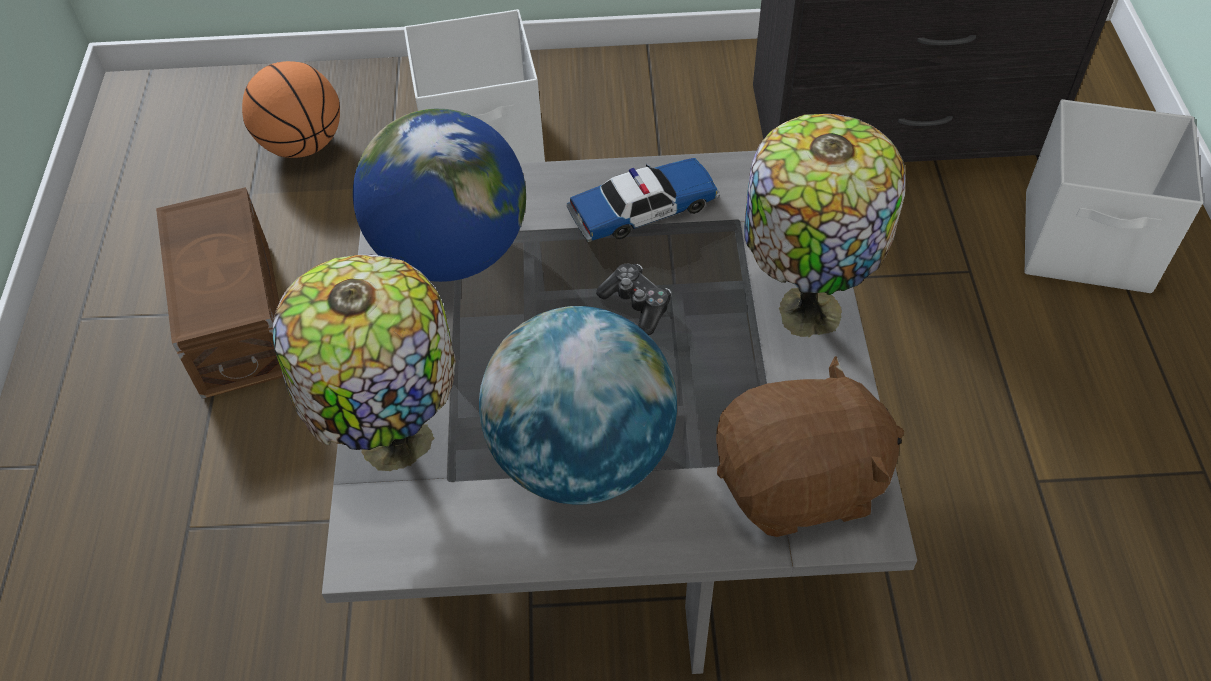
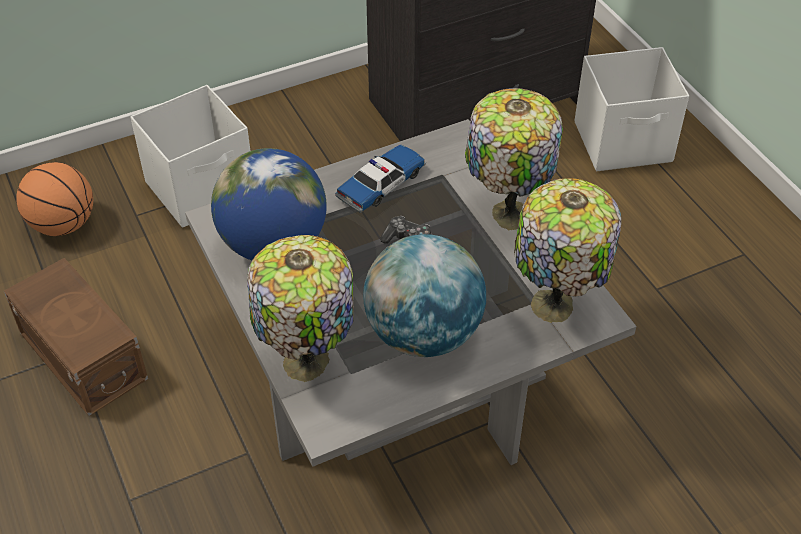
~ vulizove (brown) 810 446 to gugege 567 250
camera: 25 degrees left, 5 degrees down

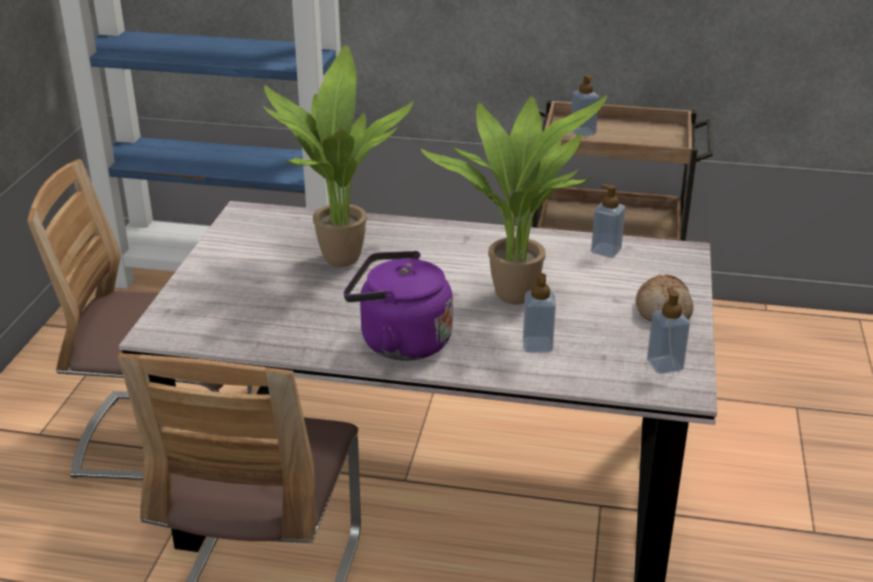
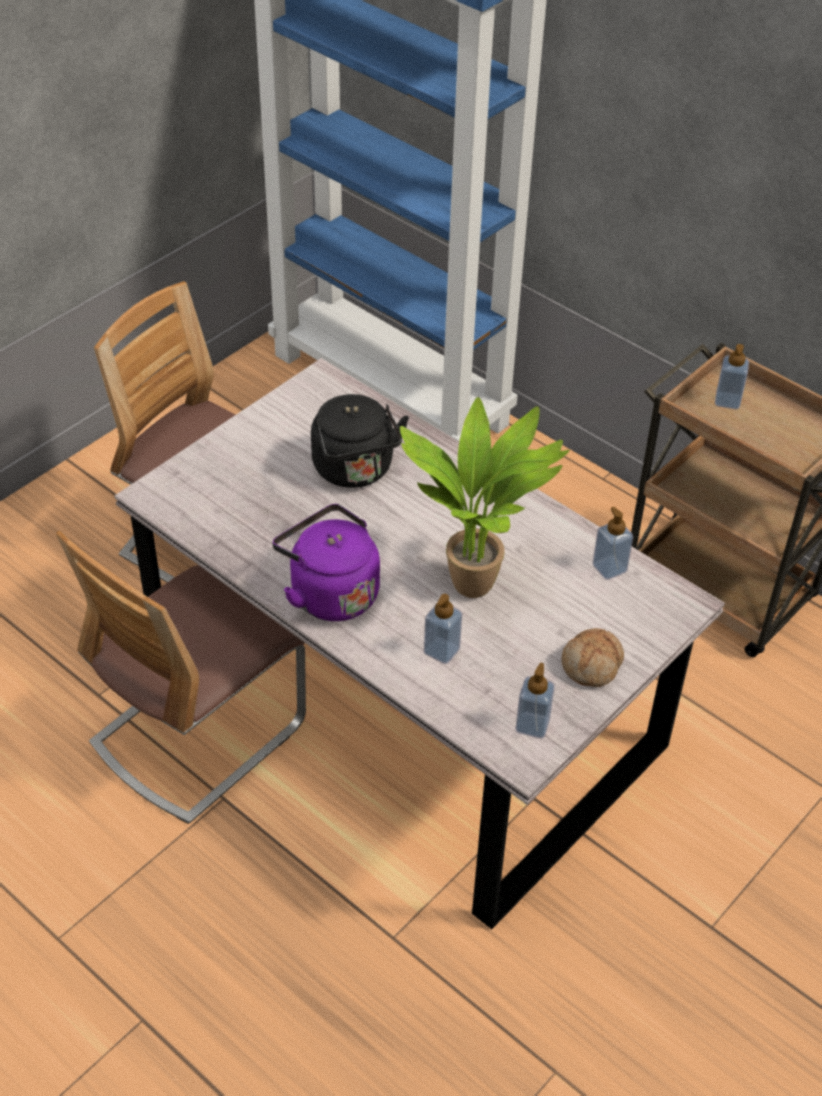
~ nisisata 338 156 to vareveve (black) 360 441
camera: 30 degrees right, 15 degrees up

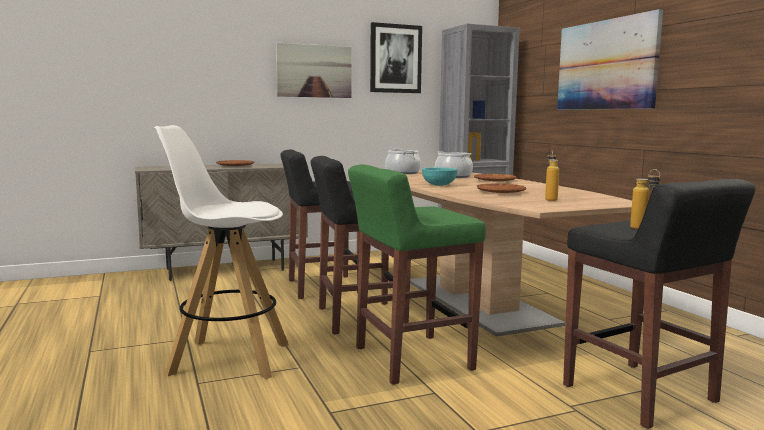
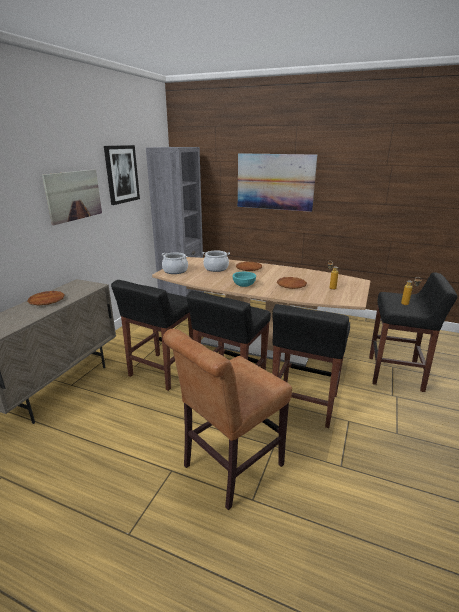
~ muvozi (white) 221 252 to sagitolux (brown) 227 419
~ muvozi (green) 417 274 to muvozi (black) 311 366
camera: 45 degrees left, 15 degrees up

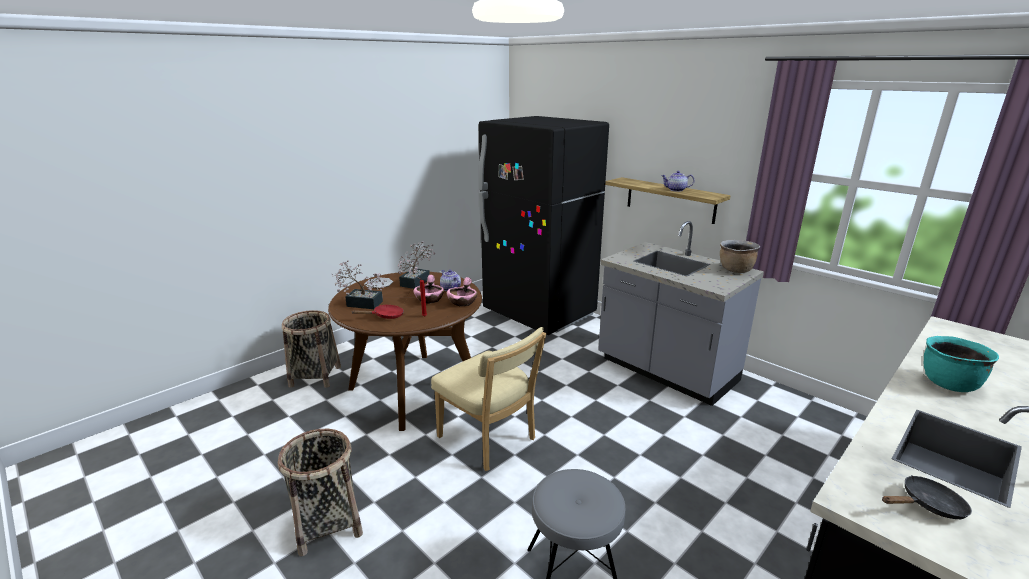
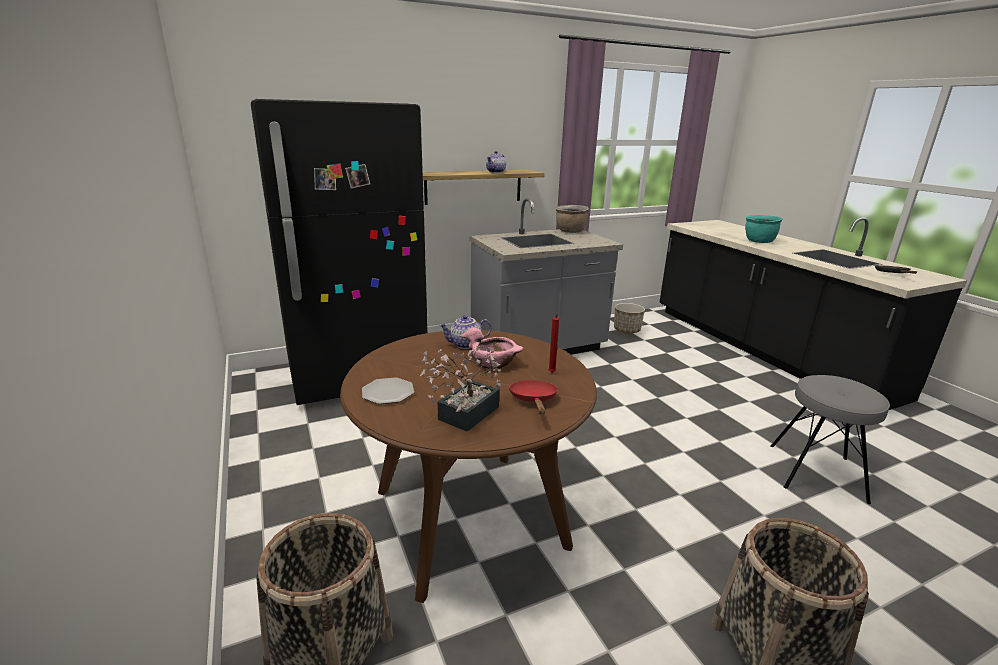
- nisisata 416 265
- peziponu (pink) 462 292
- sagitolux (beige) 488 399
+ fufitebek 629 318
camera: 70 degrees left, 0 degrees up

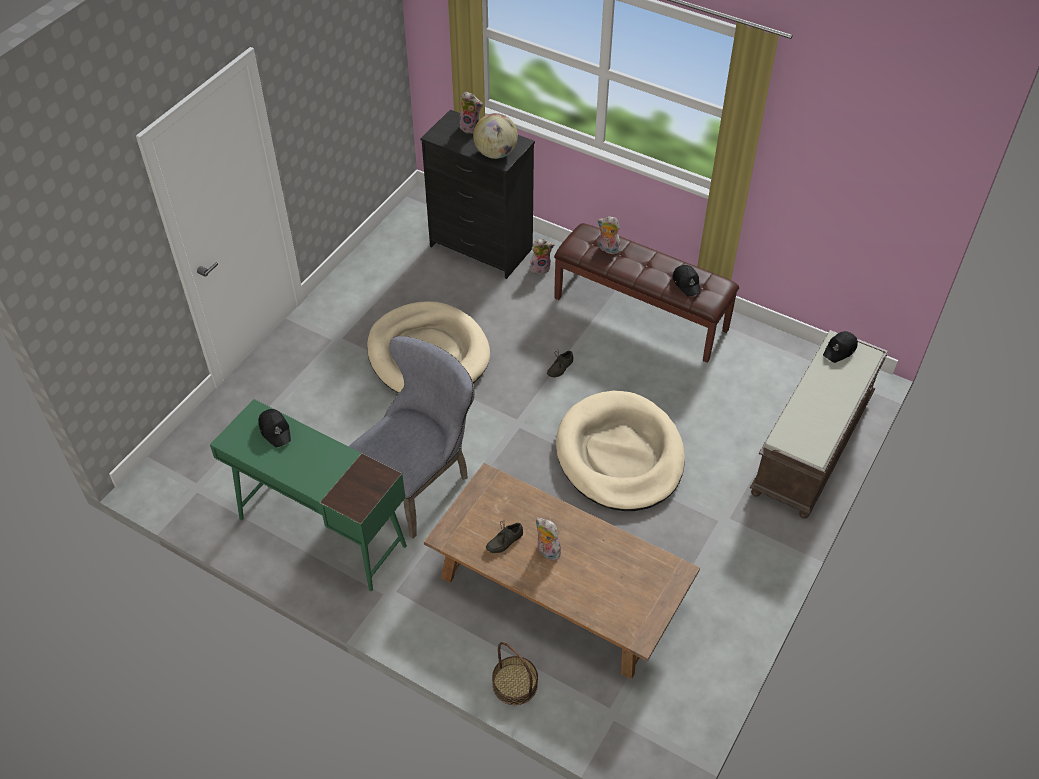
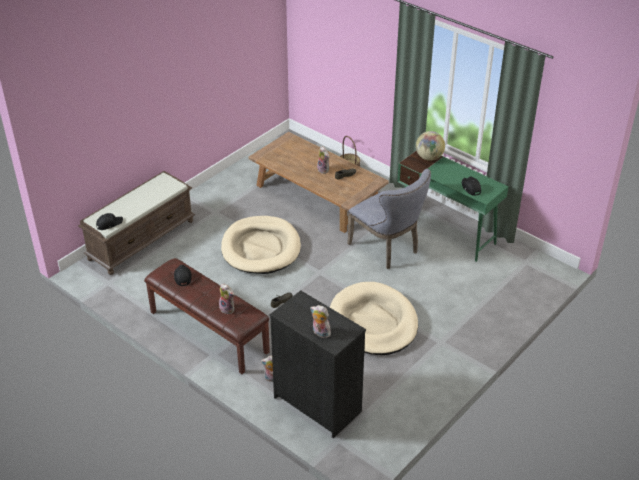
~ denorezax 495 136 to 430 146
~ sagitolux (grey) 412 437 = 389 219 90 degrees counterclockwise
camera: 170 degrees left, 10 degrees down

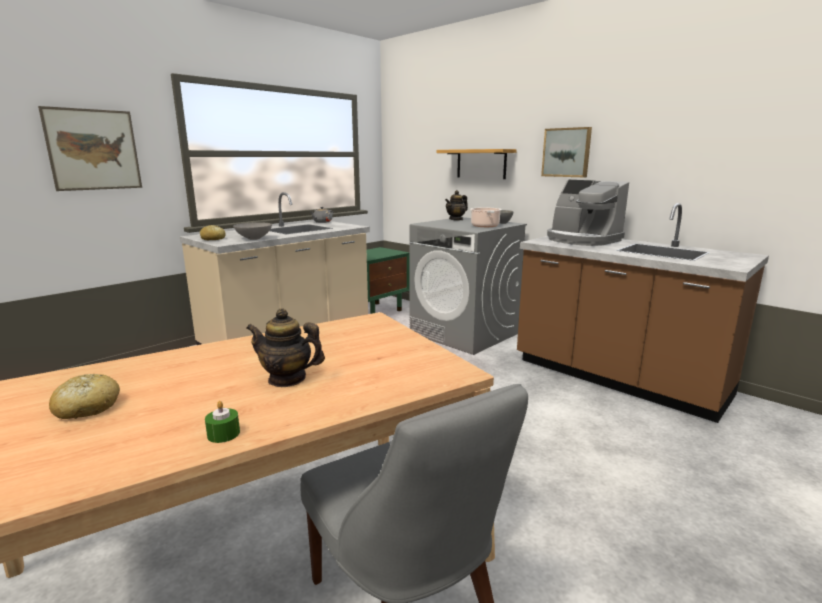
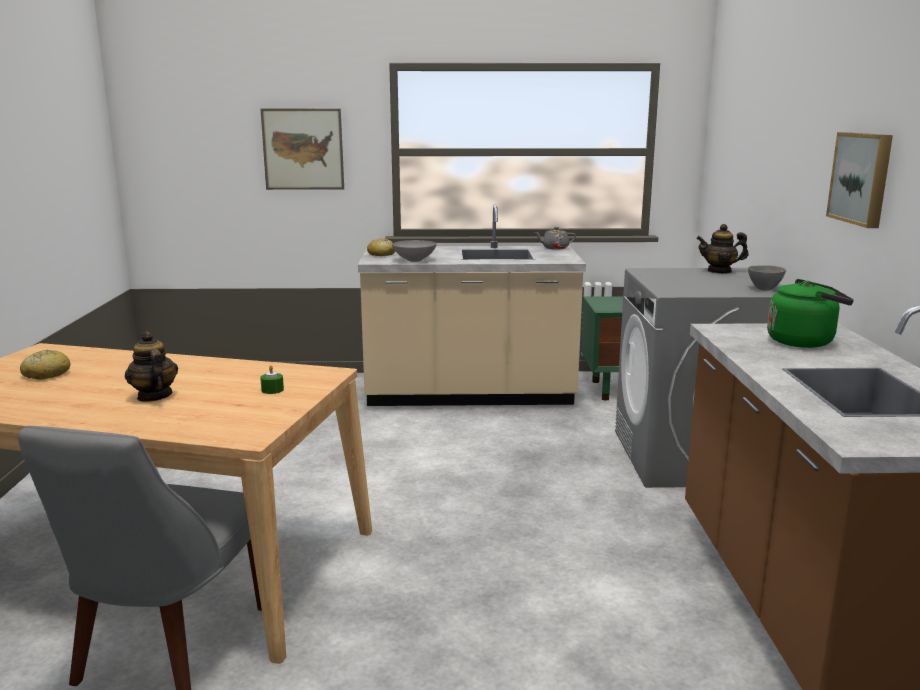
- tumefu 477 164
~ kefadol 588 213 to vareveve (green) 810 313
- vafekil 486 217
~ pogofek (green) 222 422 to 272 379
camera: 45 degrees right, 0 degrees up

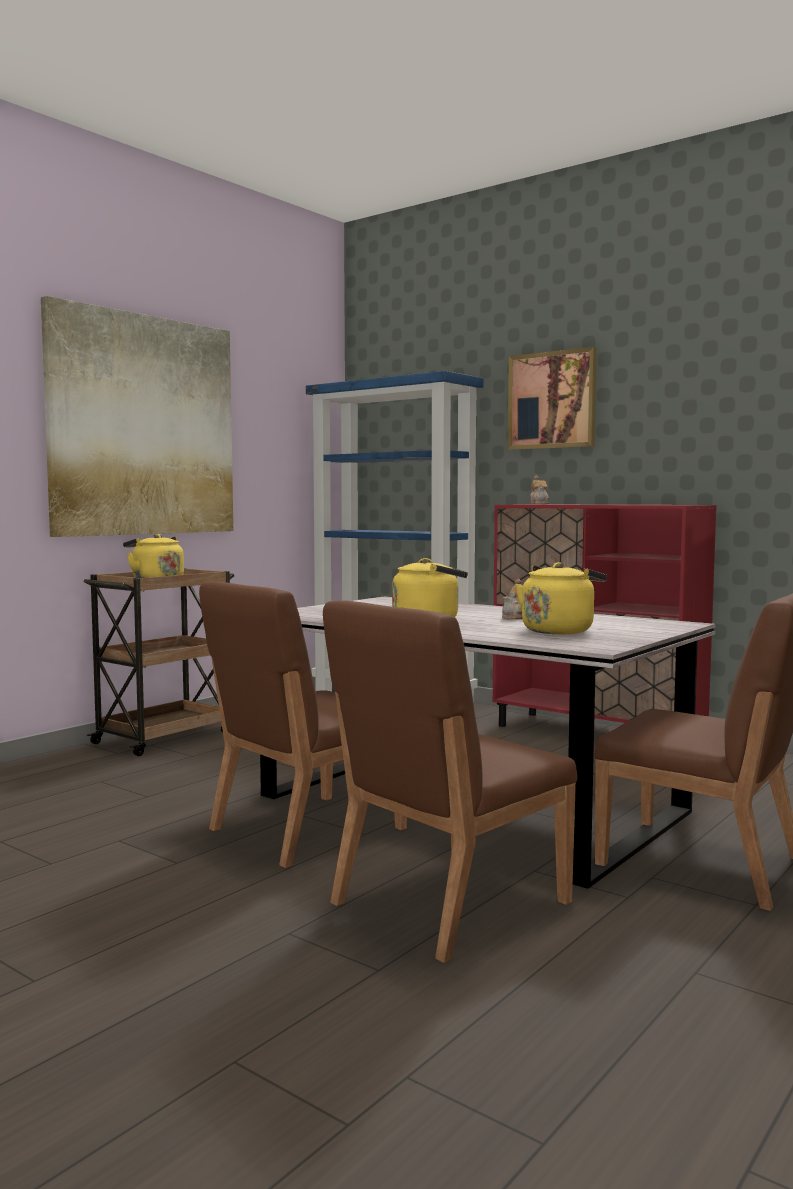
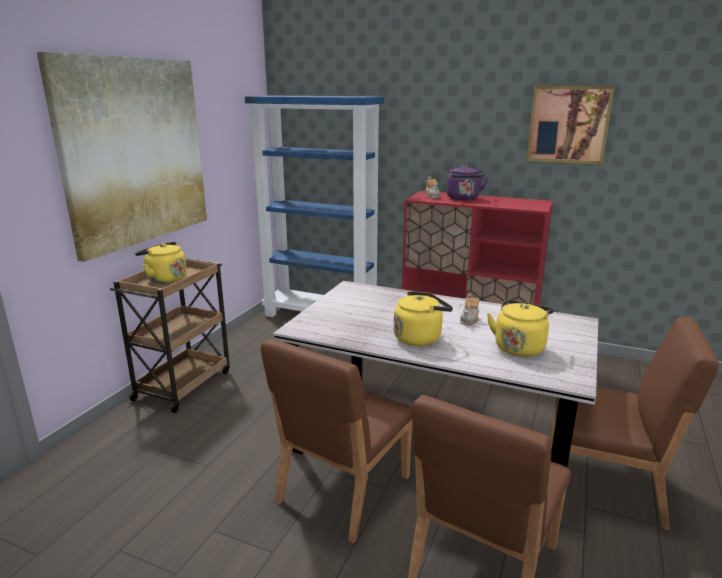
~ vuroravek 552 398 to 570 125
+ vareveve (purple) 467 182
camera: 15 degrees left, 15 degrees up

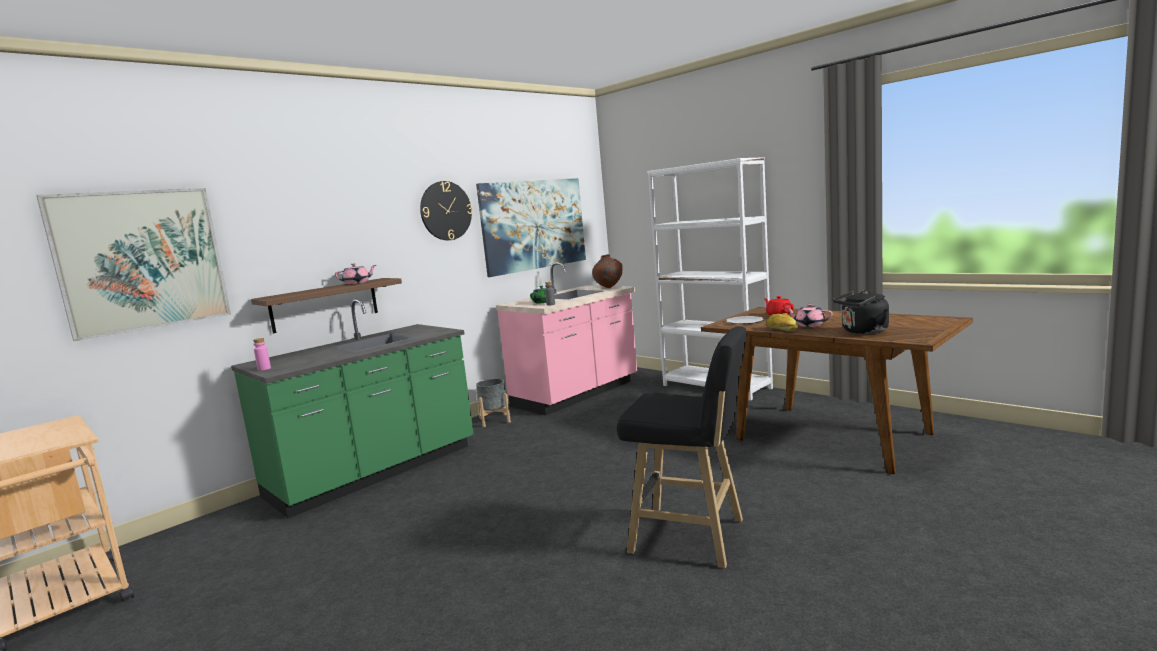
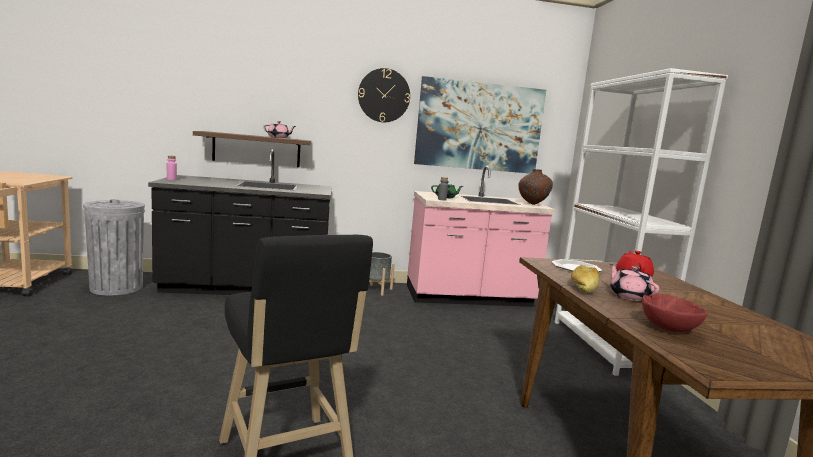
- vuroravek 133 264
~ vareveve (black) 861 312 to peziponu (red) 675 313
~ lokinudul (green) 352 408 to lokinudul (black) 240 222
+ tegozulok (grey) 114 247
camera: 35 degrees right, 0 degrees up

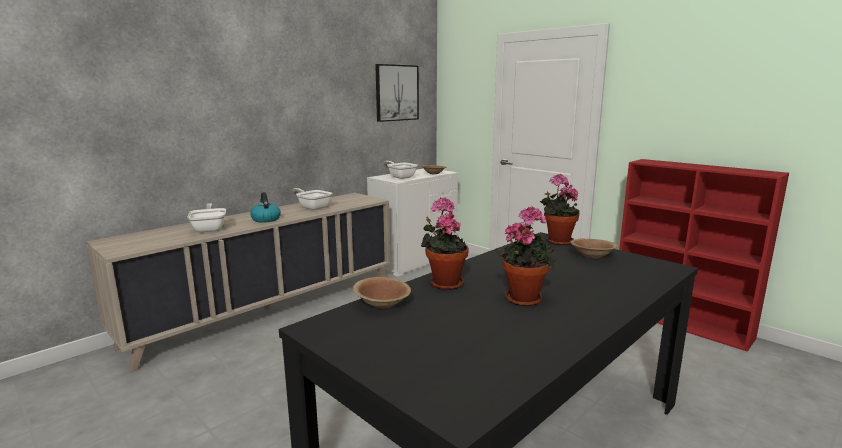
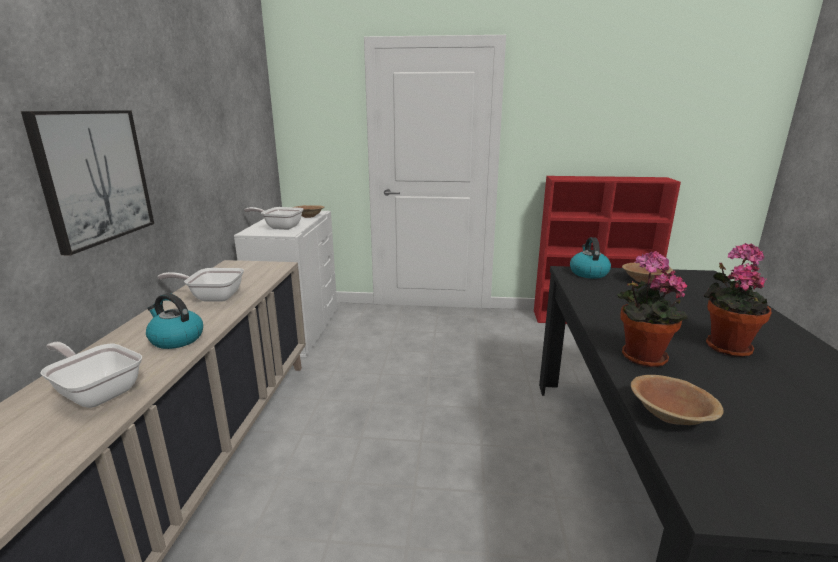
~ vuroravek 397 93 to 87 183
~ nisisata 560 210 to vareveve 590 258
camera: 40 degrees left, 5 degrees up

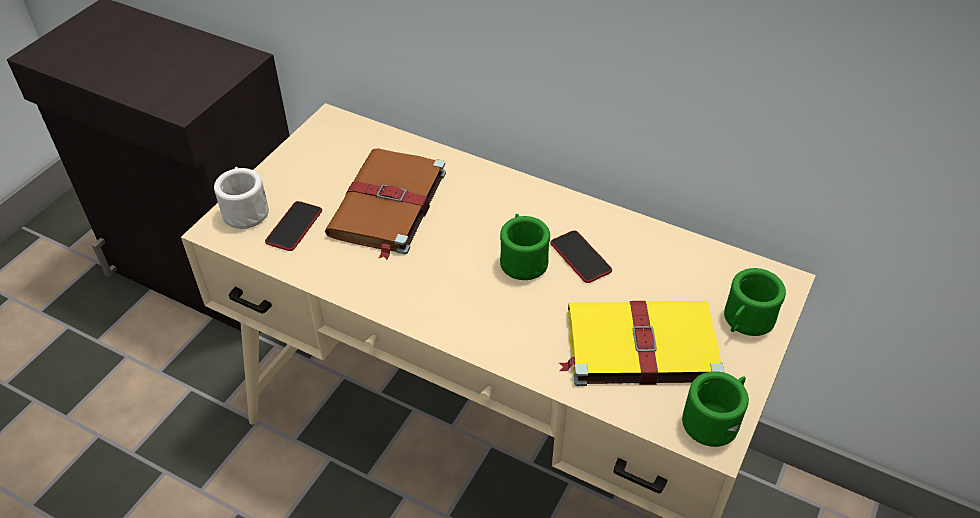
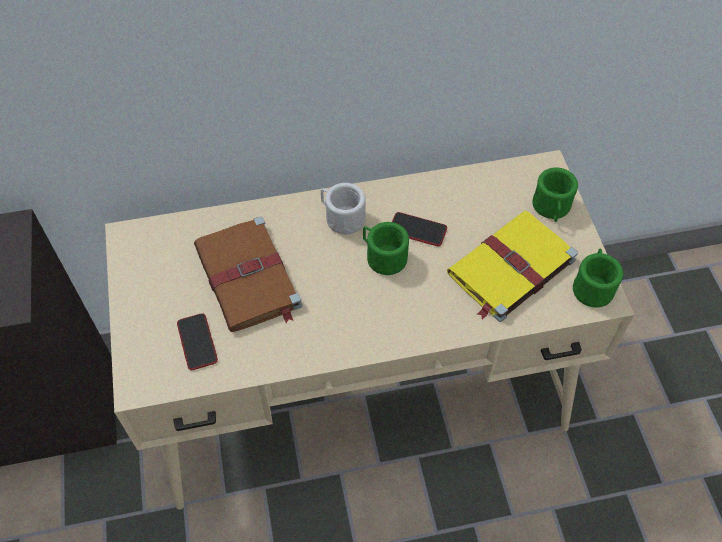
~ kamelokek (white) 241 198 to 343 209
camera: 40 degrees left, 10 degrees up

